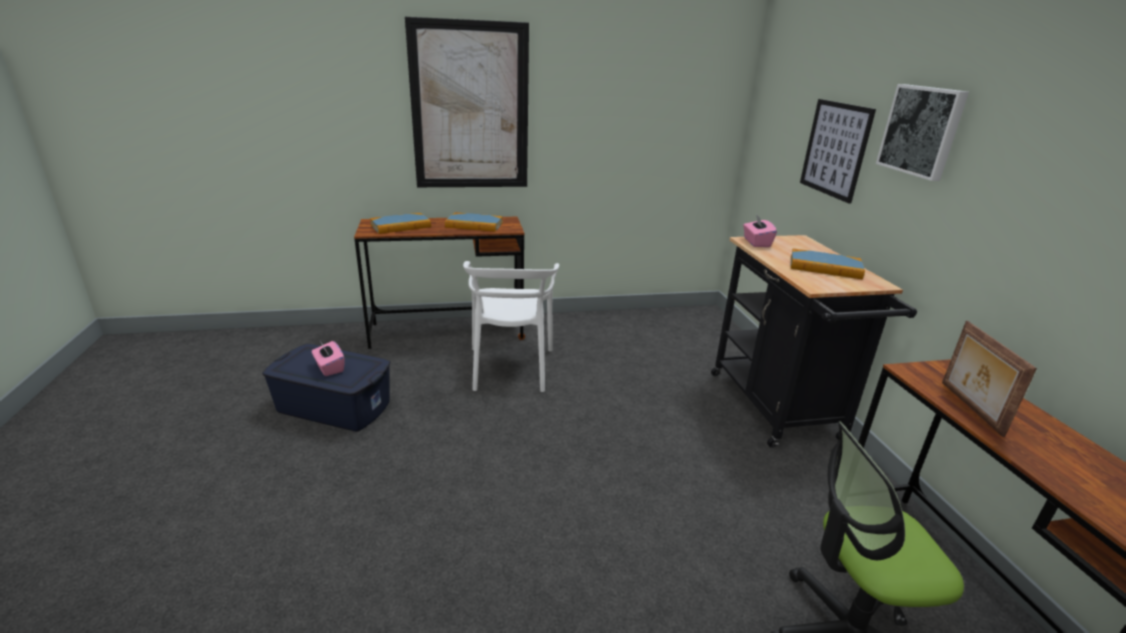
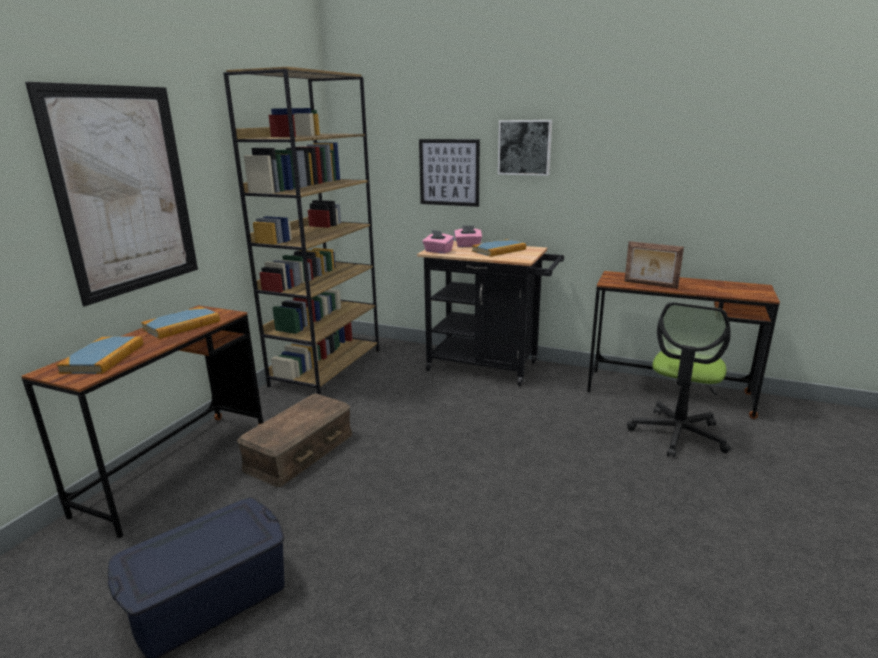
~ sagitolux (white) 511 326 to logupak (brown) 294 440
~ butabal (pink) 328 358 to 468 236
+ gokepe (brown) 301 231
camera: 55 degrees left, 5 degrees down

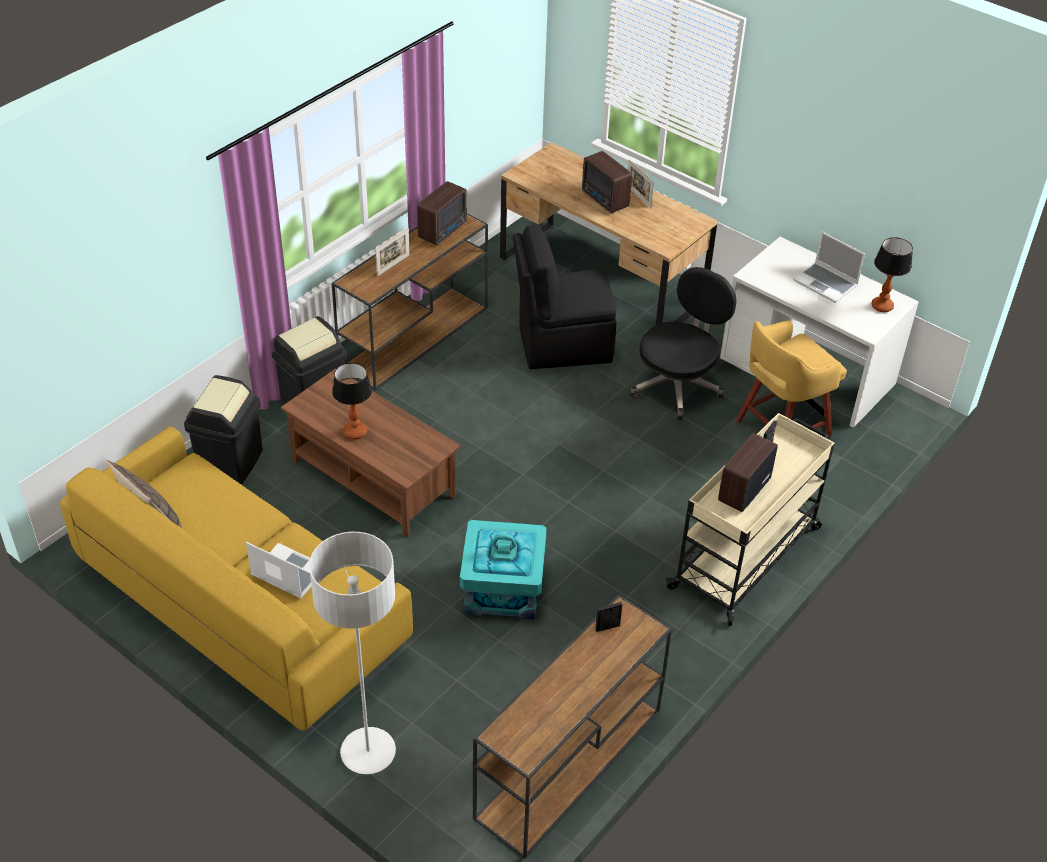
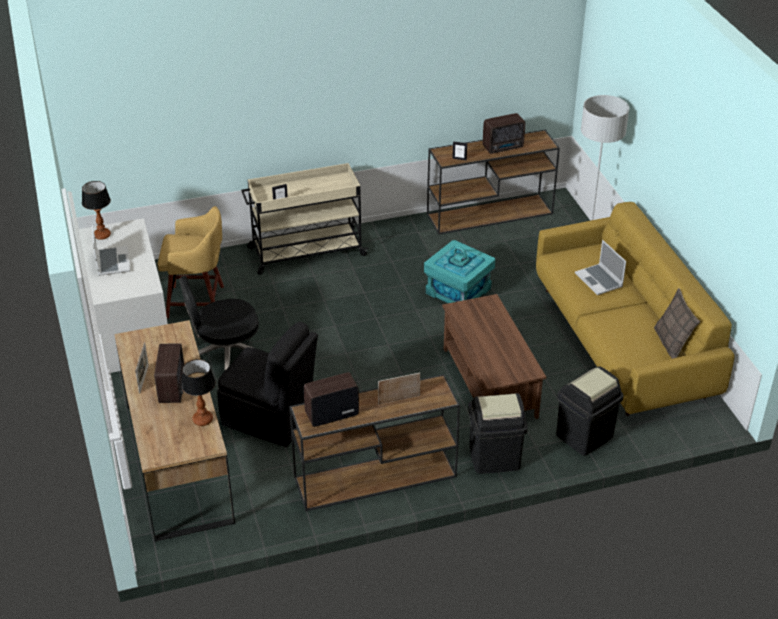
~ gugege 352 401 to 198 392
~ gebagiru 748 472 to 504 133
camera: 145 degrees left, 5 degrees down

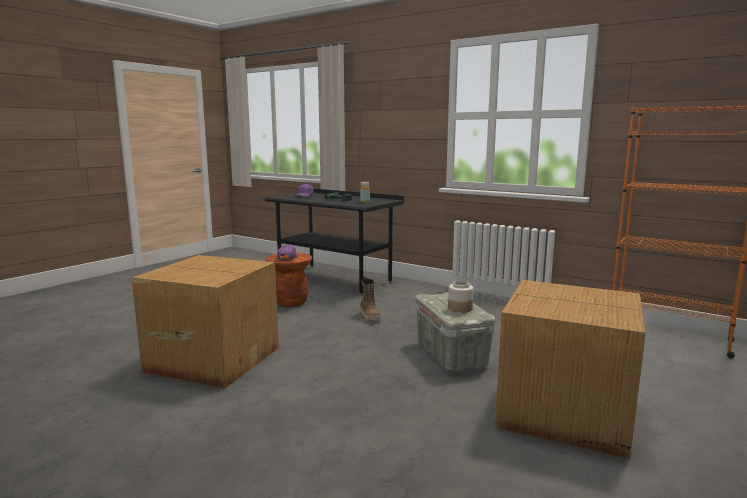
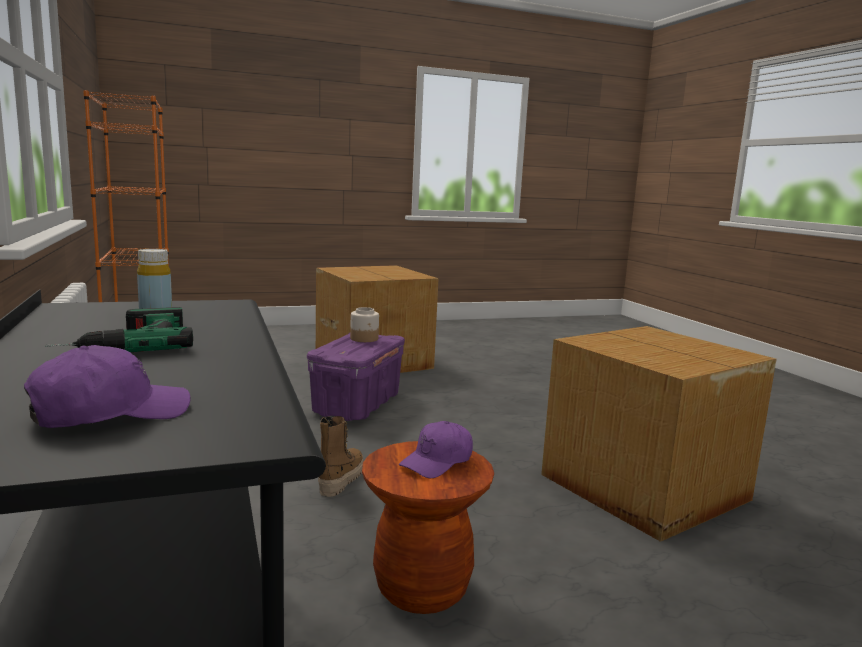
~ logupak (grey) 455 332 to logupak (purple) 356 377
camera: 145 degrees left, 0 degrees up

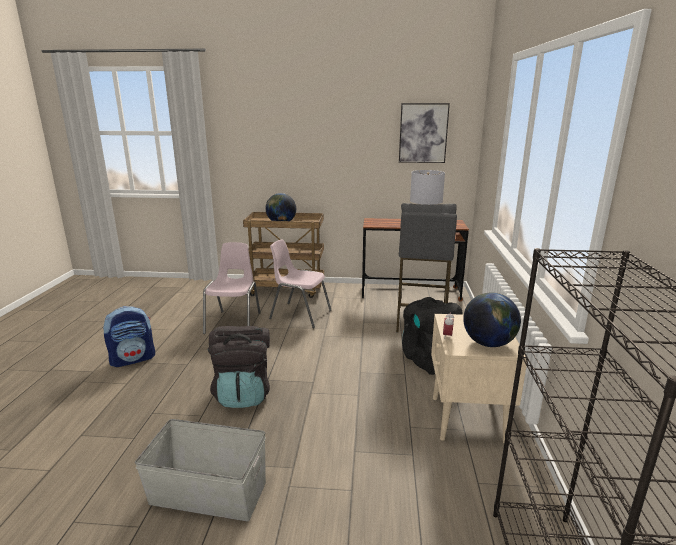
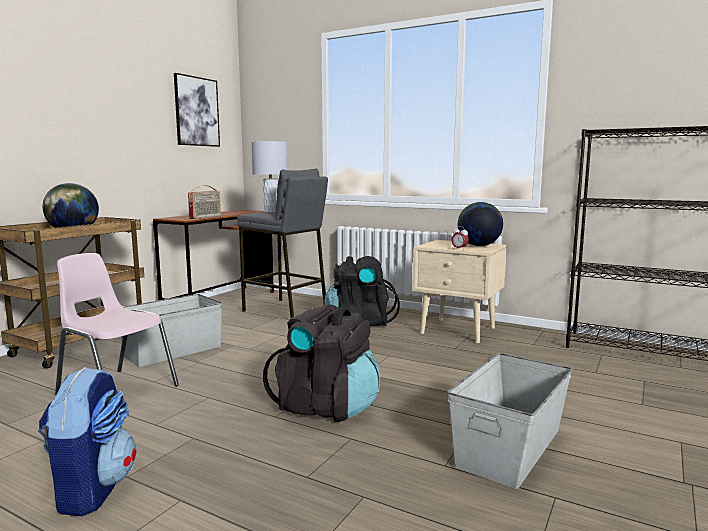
~ sagitolux (pink) 300 283 to logupak (grey) 171 330
+ gebagiru 204 202
camera: 65 degrees left, 10 degrees down

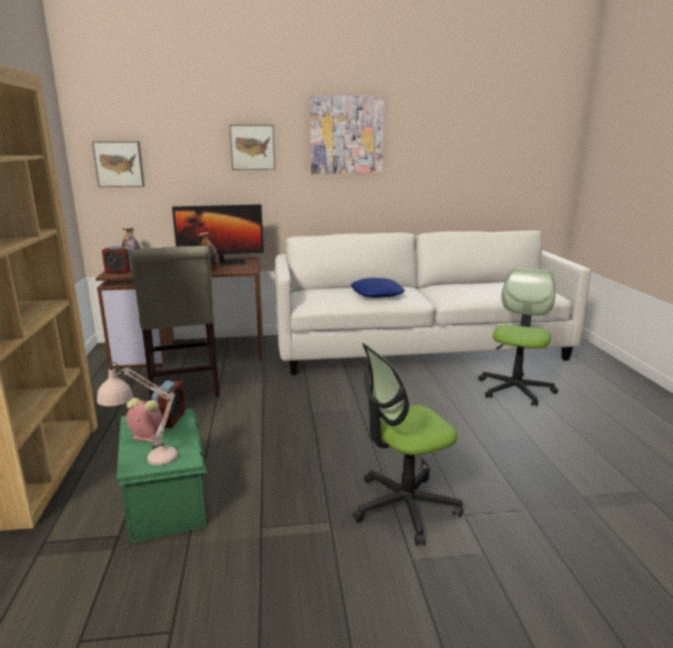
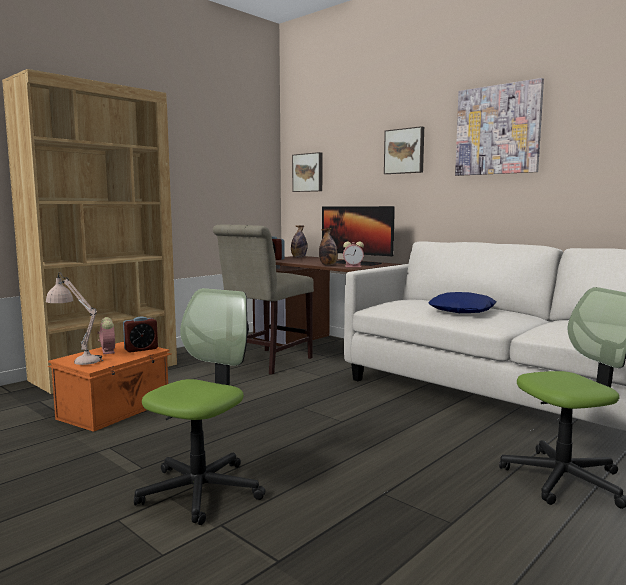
~ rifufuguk 408 444 = 200 406 90 degrees clockwise
~ logupak (green) 161 475 to logupak (orange) 109 387
+ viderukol 353 254
camera: 50 degrees right, 10 degrees down

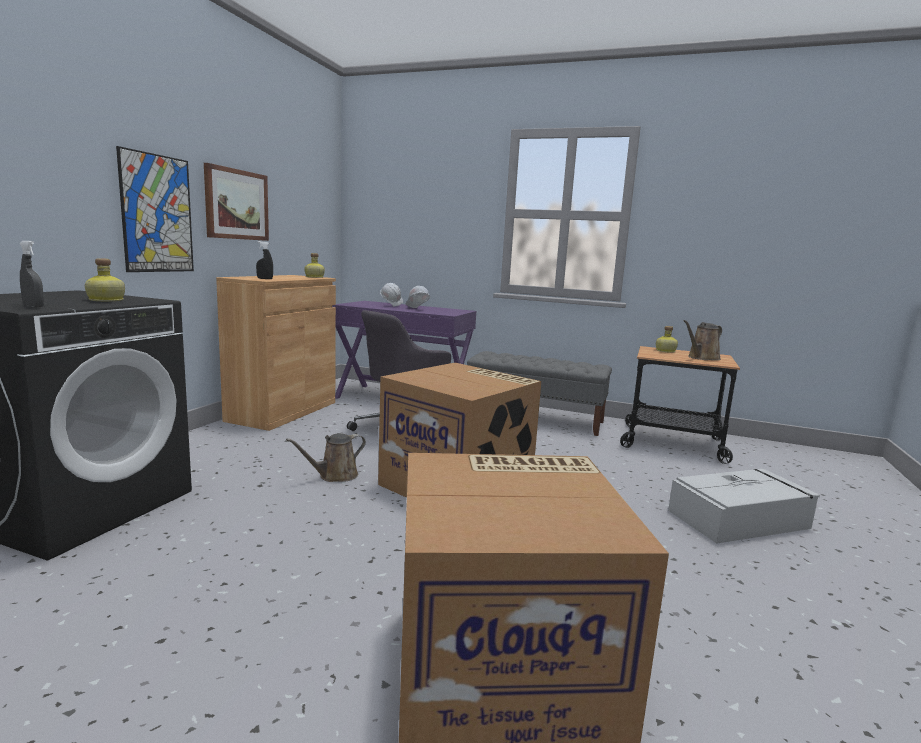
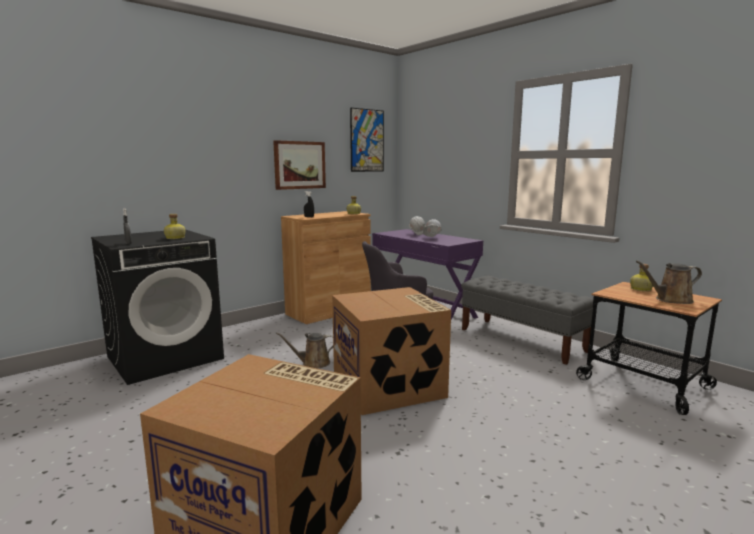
~ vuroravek 155 209 to 367 140
- logupak (grey) 744 506
camera: 30 degrees right, 0 degrees up

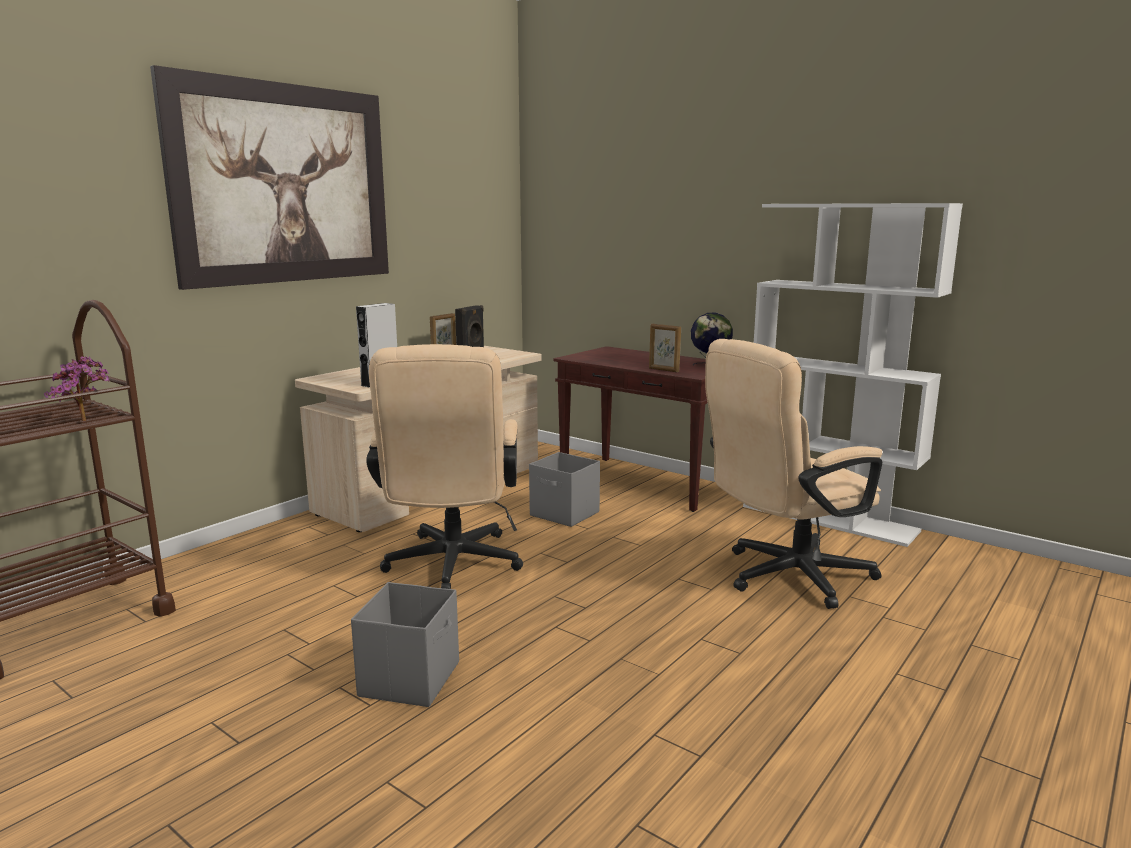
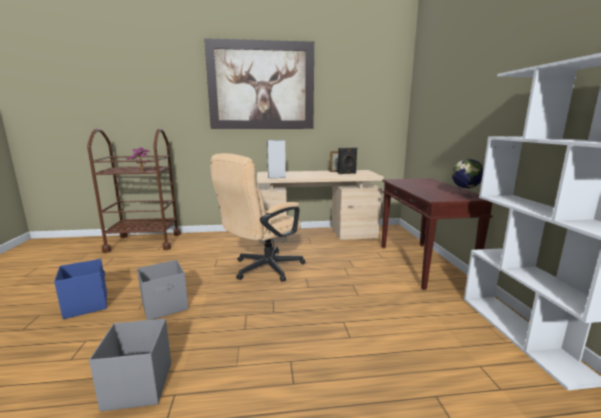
- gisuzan 665 348
- rifufuguk (beige) 793 474
~ logupak (grey) 564 489 to 130 365
+ logupak (blue) 80 289
camera: 45 degrees right, 0 degrees up

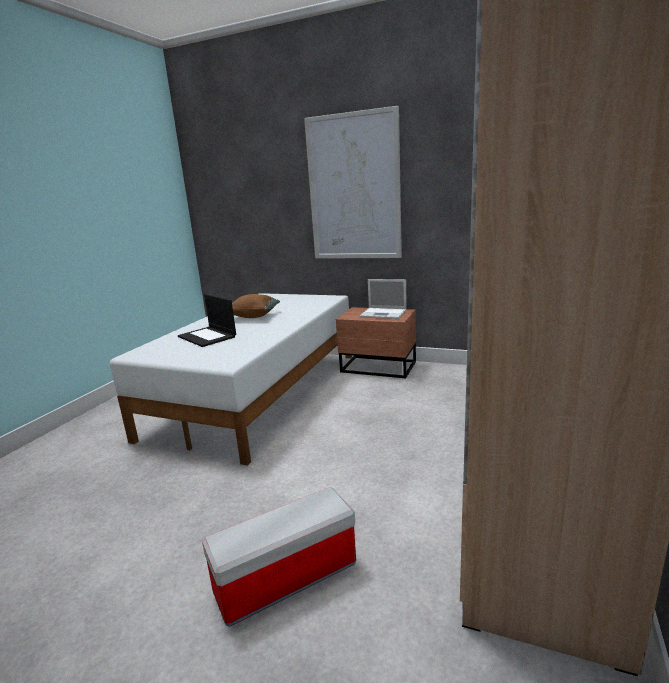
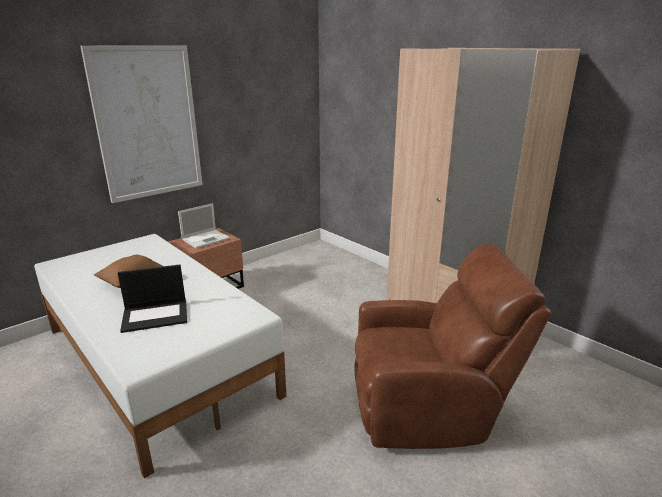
~ logupak 279 557 to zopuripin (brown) 452 346
camera: 65 degrees left, 5 degrees up

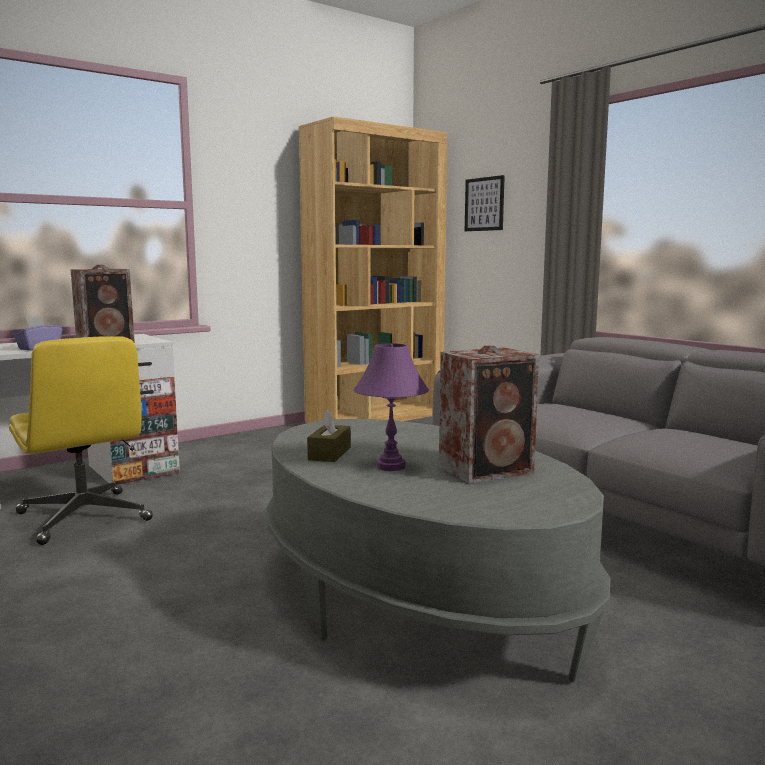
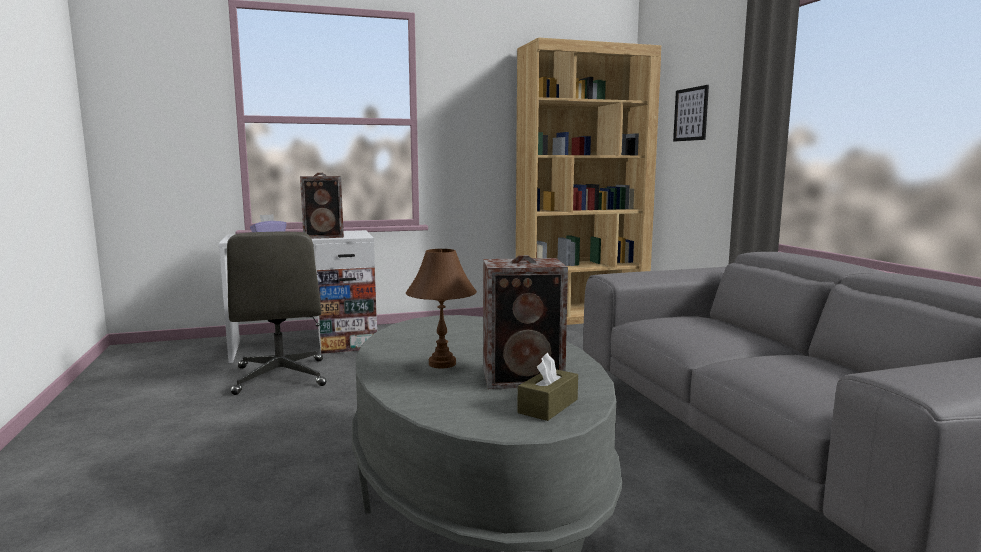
~ rifufuguk (yellow) 81 440 to rifufuguk (grey) 276 313
~ gugege (purple) 391 407 to gugege (brown) 441 308
~ butabal (brown) 329 435 to 547 387
camera: 20 degrees right, 0 degrees up

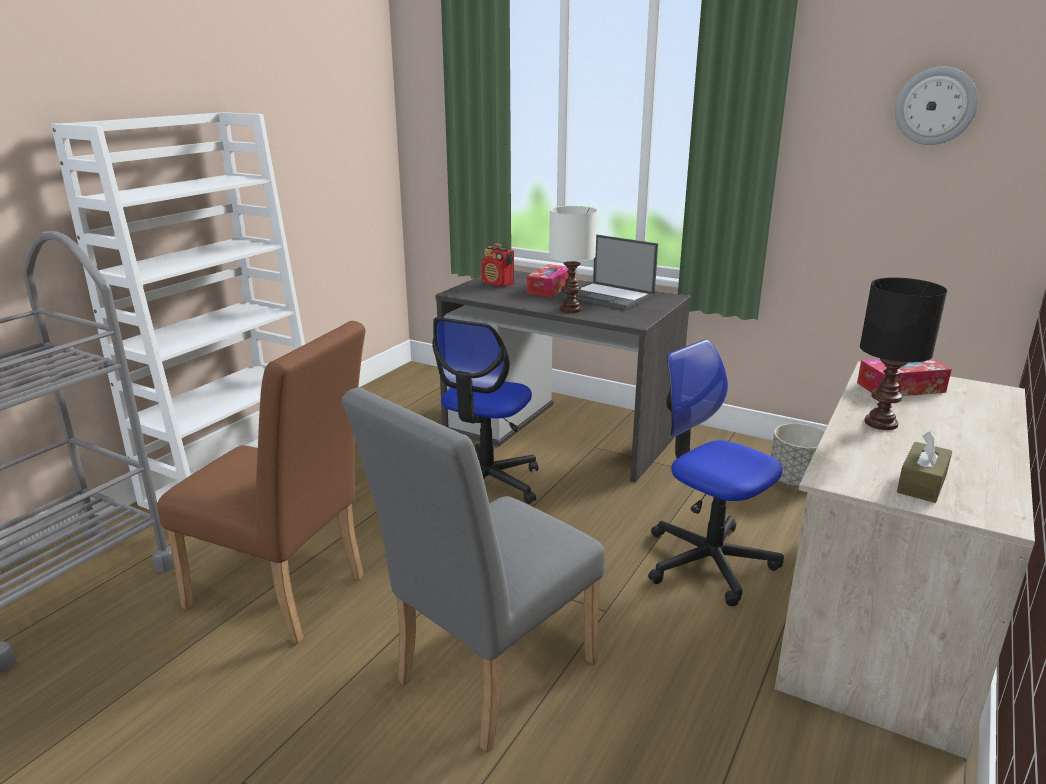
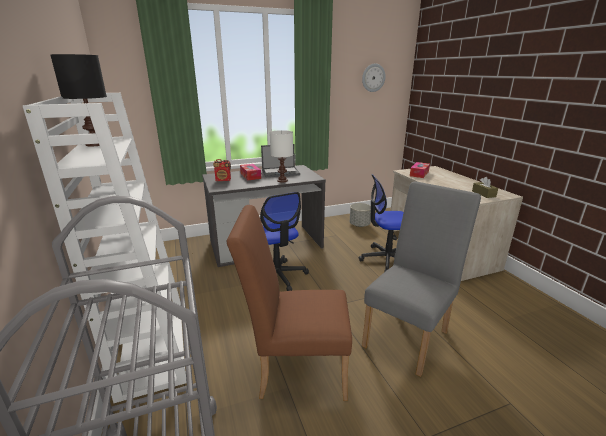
~ gugege (black) 903 354 to 79 100
~ sagitolux (brown) 261 482 = 289 303 150 degrees counterclockwise
~ sagitolux (grey) 473 570 = 421 279 135 degrees counterclockwise
camera: 50 degrees left, 0 degrees up

